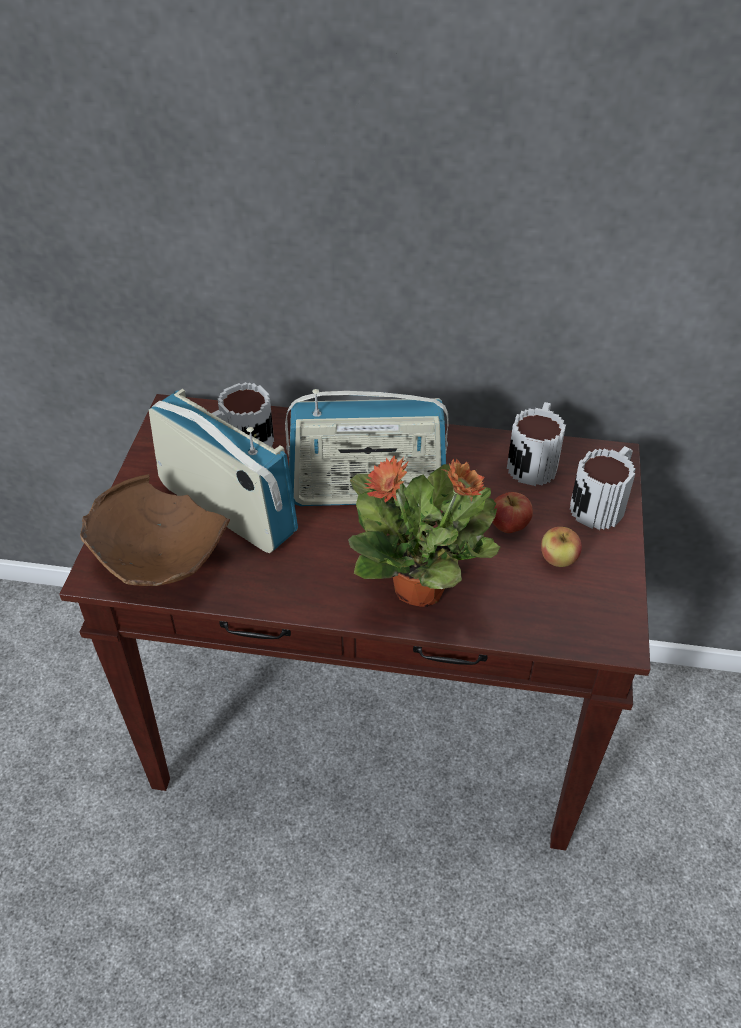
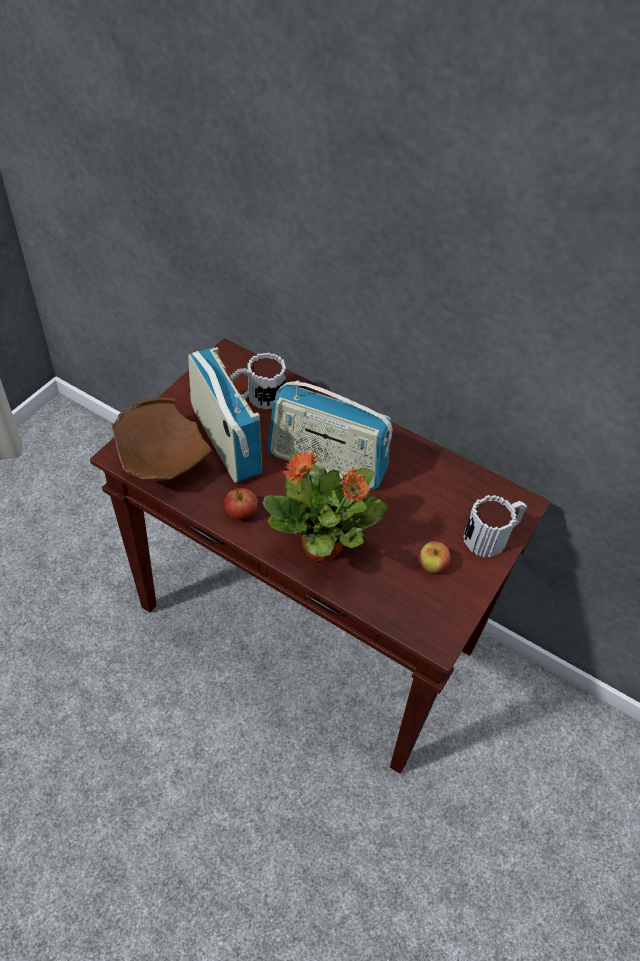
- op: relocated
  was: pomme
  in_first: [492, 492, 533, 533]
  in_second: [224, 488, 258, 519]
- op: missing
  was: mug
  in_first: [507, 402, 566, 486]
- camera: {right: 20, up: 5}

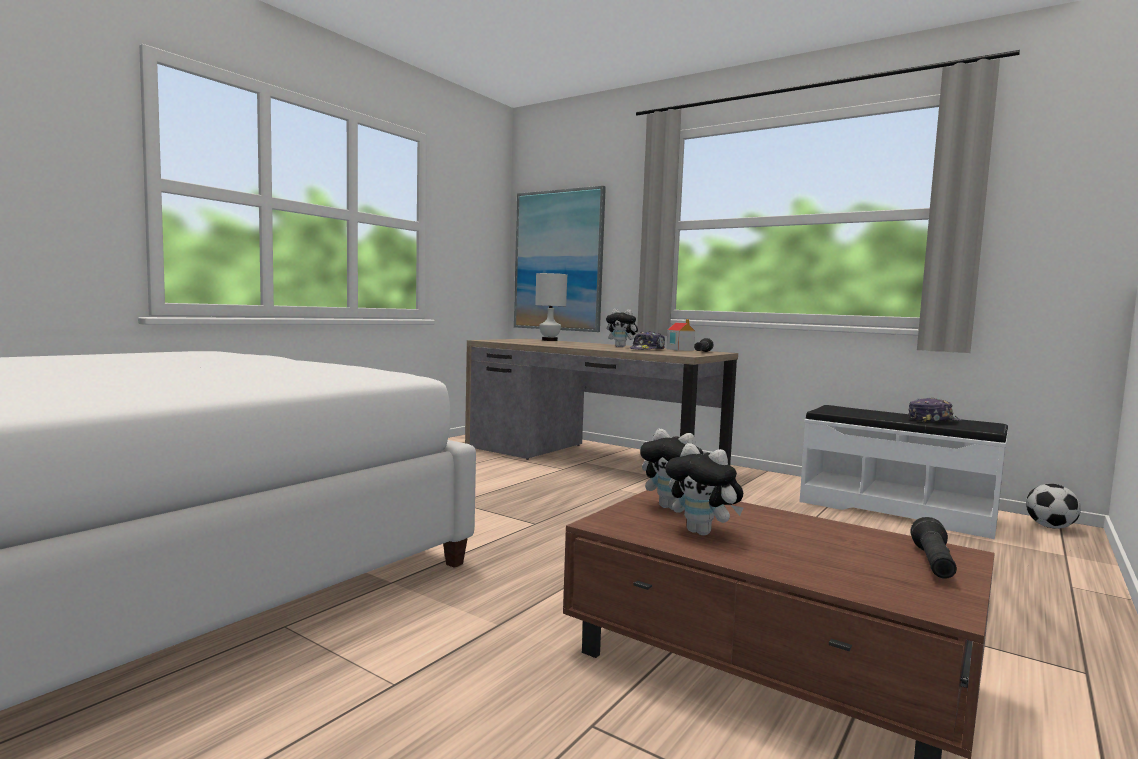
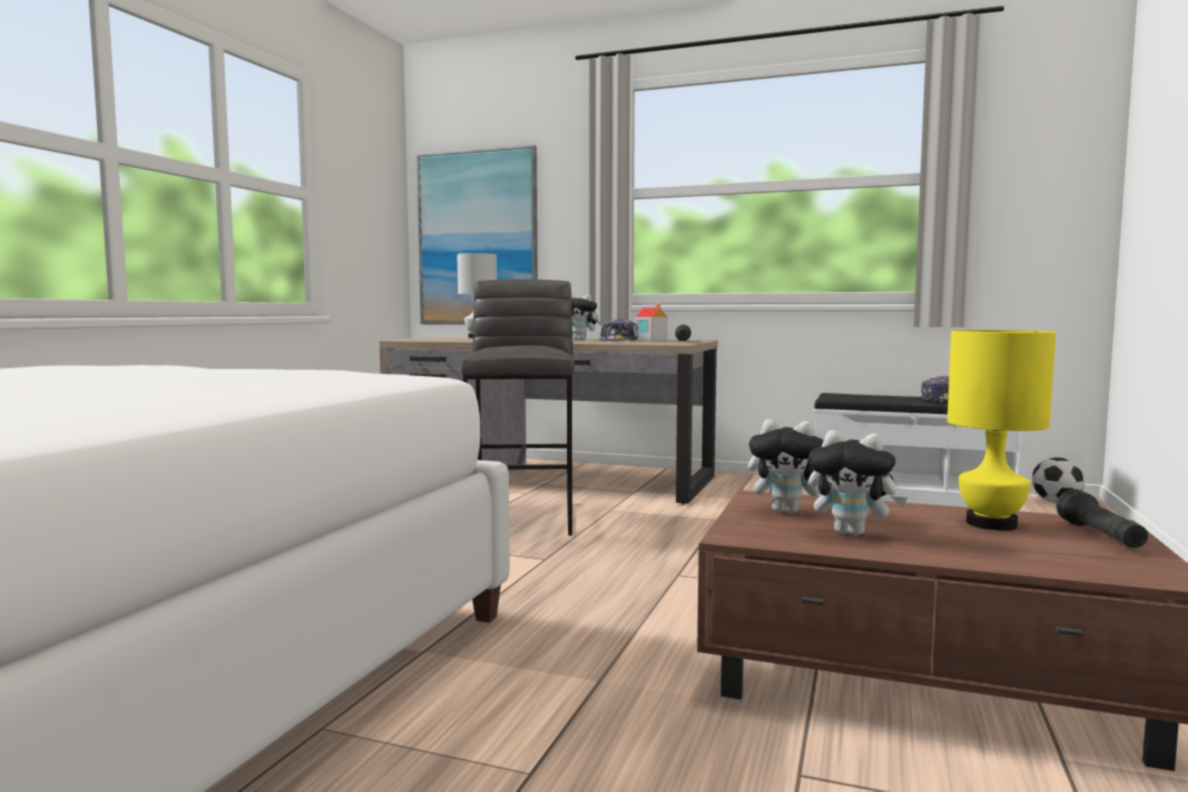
- op: appeared
  now: tabouret [gris]
  in_second: [461, 279, 574, 536]
- op: appeared
  now: lampe de table [jaune]
  in_second: [947, 330, 1056, 530]
- camera: {right: -15, up: 0}

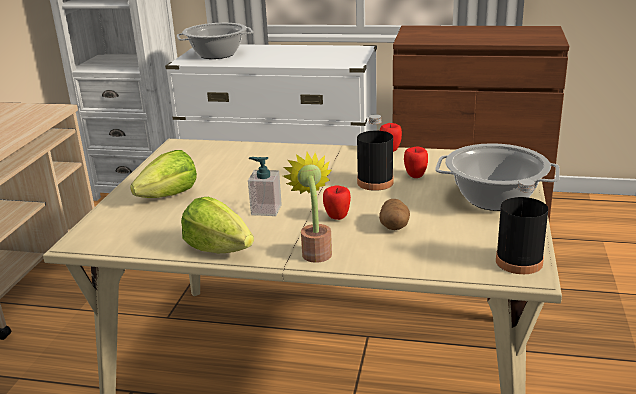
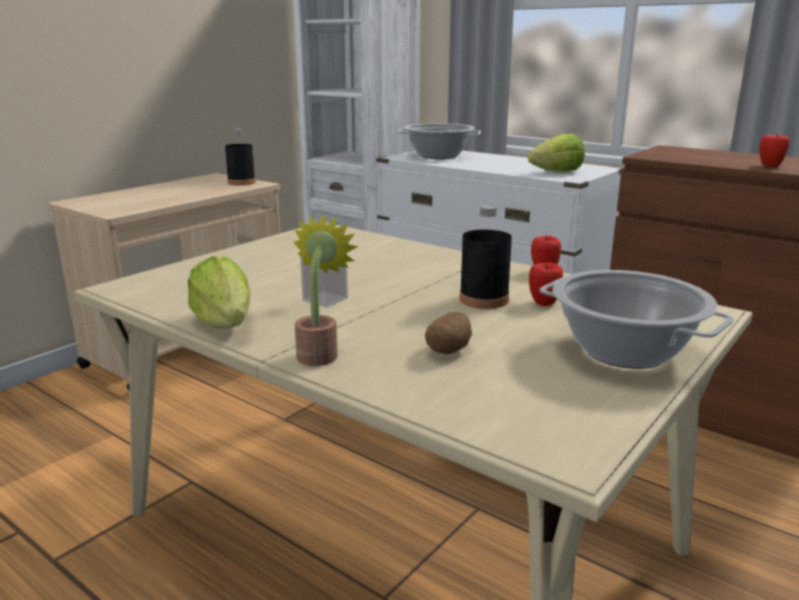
- op: relocated
  was: bouteille [noir]
  in_first: [496, 179, 548, 274]
  in_second: [225, 129, 256, 185]
- op: relocated
  was: laitue
  in_first: [130, 150, 197, 198]
  in_second: [528, 133, 585, 172]
- op: relocated
  was: pomme
  in_first: [323, 186, 351, 220]
  in_second: [759, 134, 790, 167]
- camera: {right: 25, up: -5}

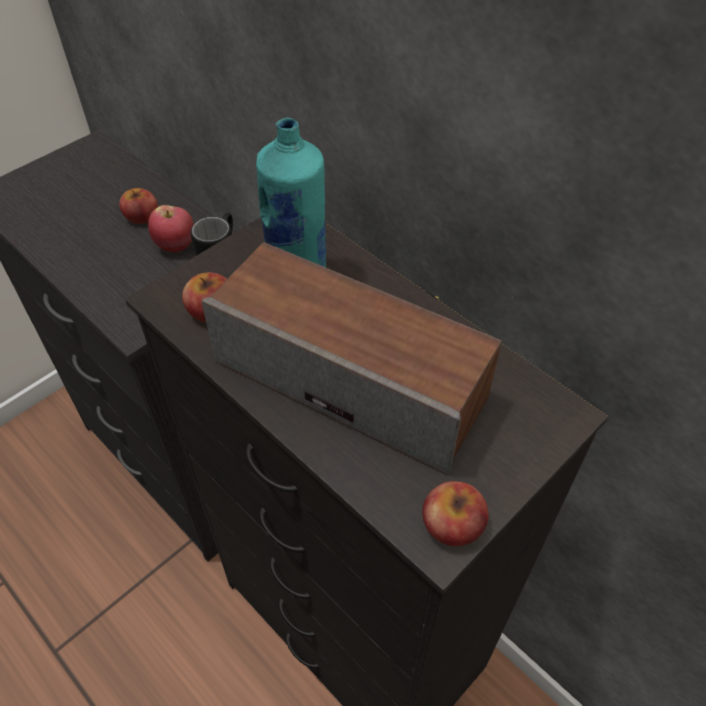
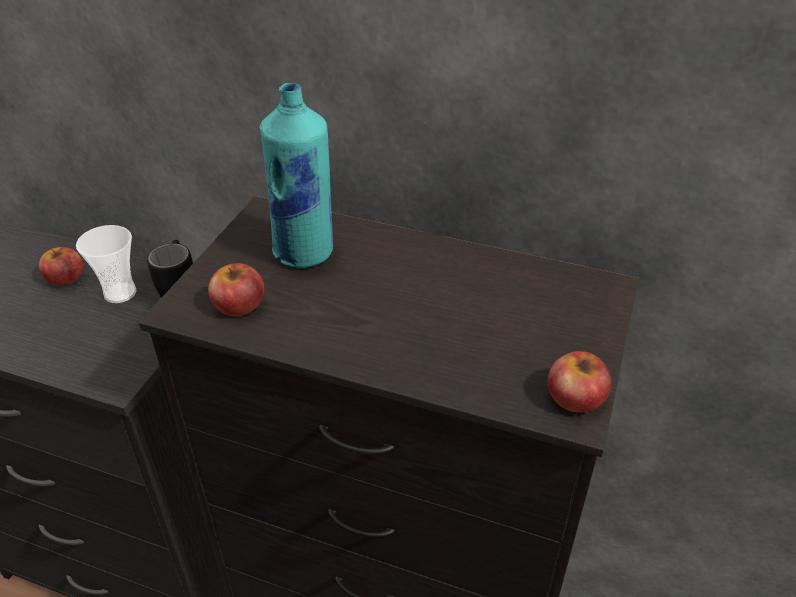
- op: exchanged
  was: pomme
  now: tasse
  in_first: [148, 205, 194, 252]
  in_second: [76, 225, 137, 303]
- op: missing
  was: enceinte
  in_first: [202, 242, 502, 474]
- camera: {right: -25, up: -10}

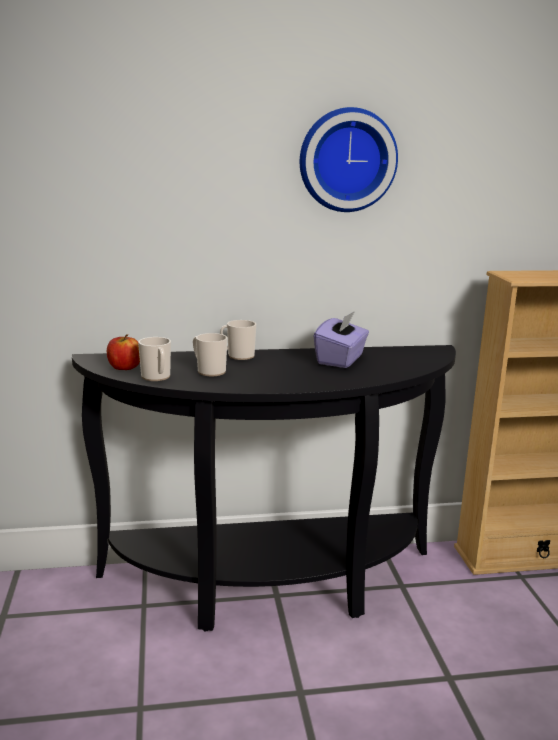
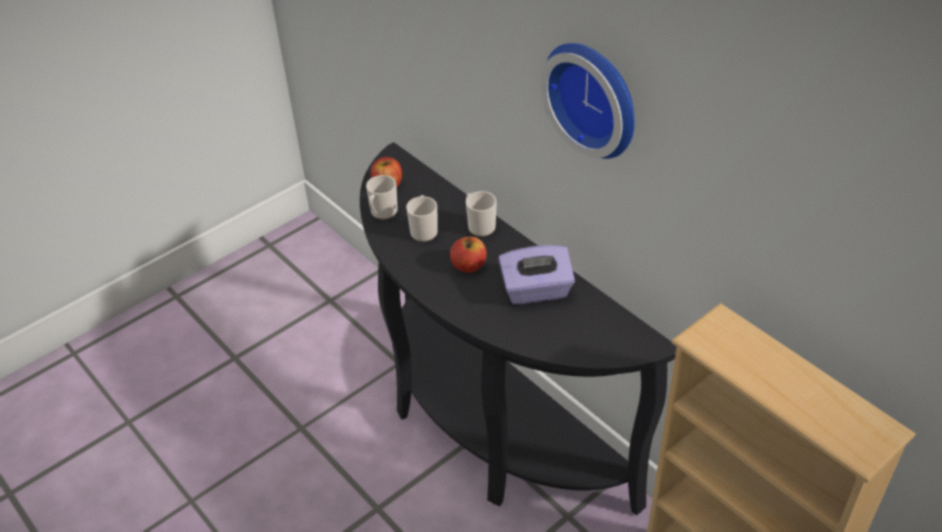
- op: appeared
  now: pomme
  in_second: [450, 237, 487, 273]
- camera: {right: 60, up: 25}

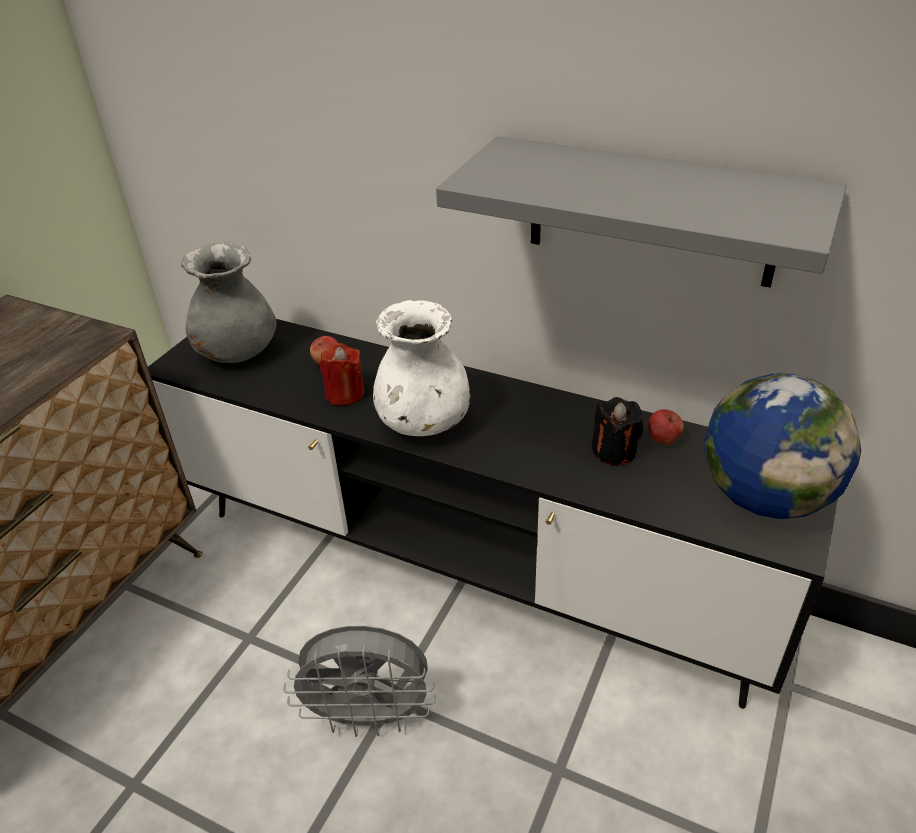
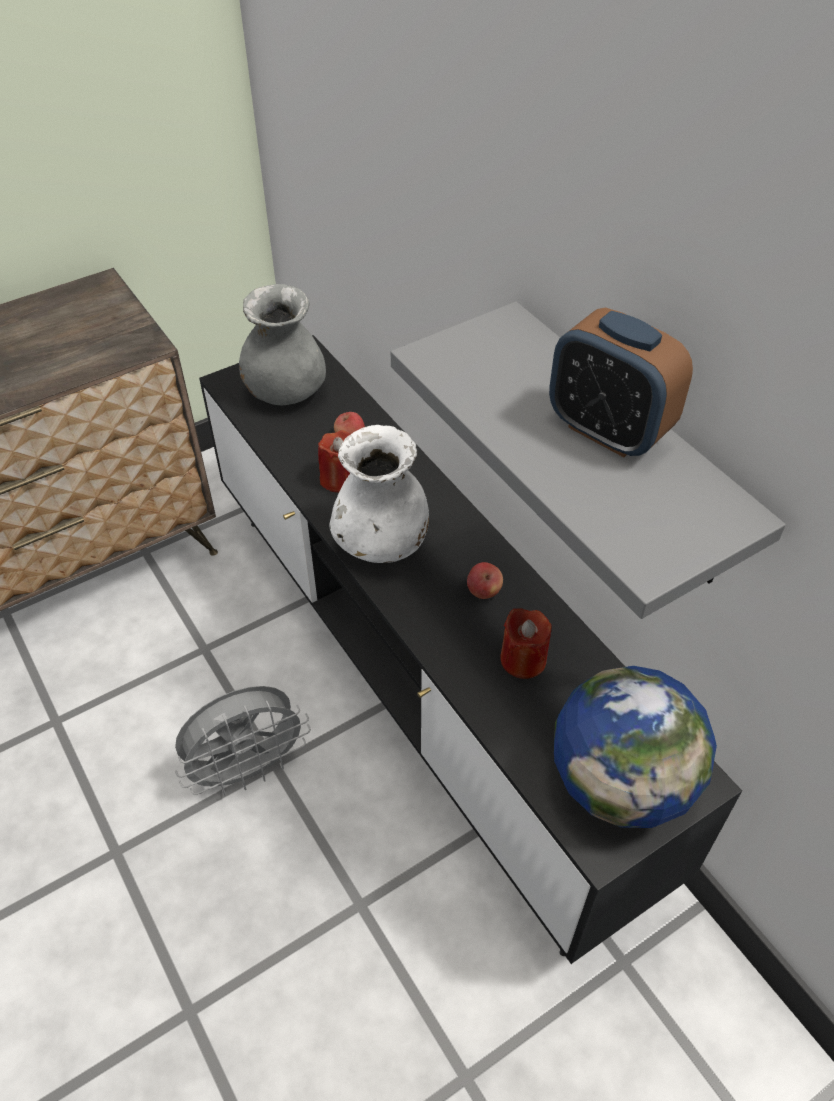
- op: spun
  was: ventilateur [gris]
  in_first: [283, 626, 436, 737]
  in_second: [175, 686, 311, 796]
  clockwise: -60
- op: relocated
  was: pomme
  in_first: [648, 409, 684, 445]
  in_second: [467, 562, 503, 599]
- op: colour
  was: bougie [noir]
  now: bougie [rouge]
  in_first: [592, 397, 643, 466]
  in_second: [500, 608, 552, 679]
- op: appeared
  now: réveil
  in_second: [549, 308, 693, 457]
- camera: {right: 30, up: 10}

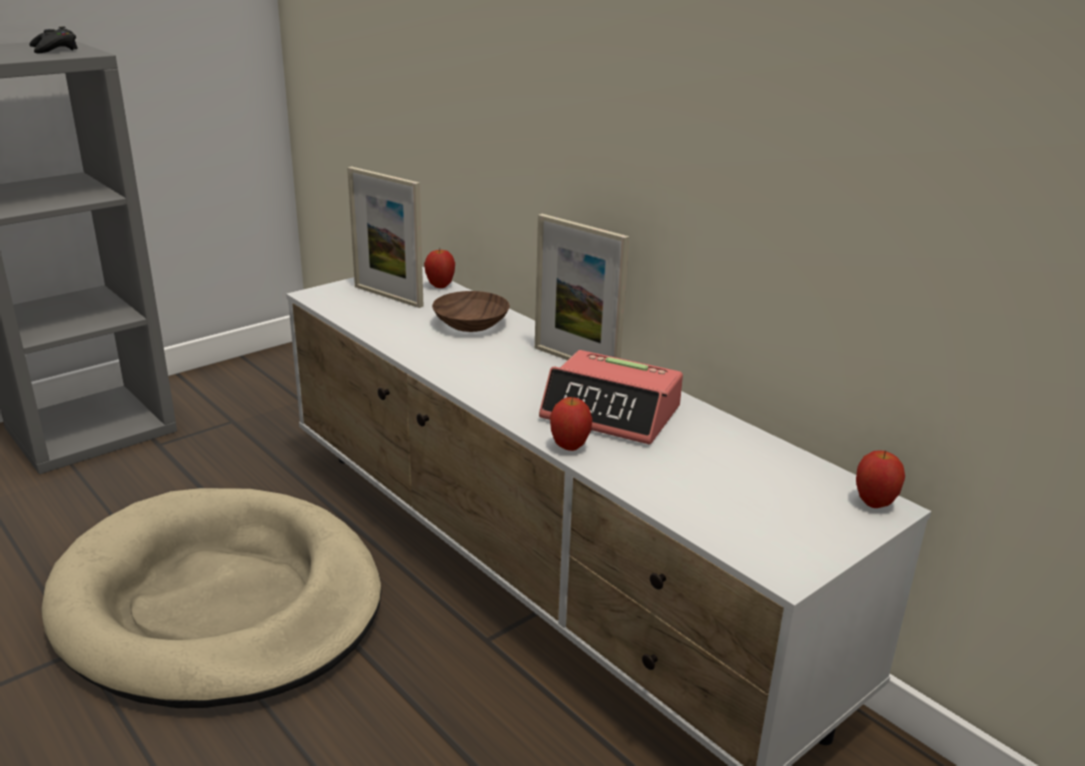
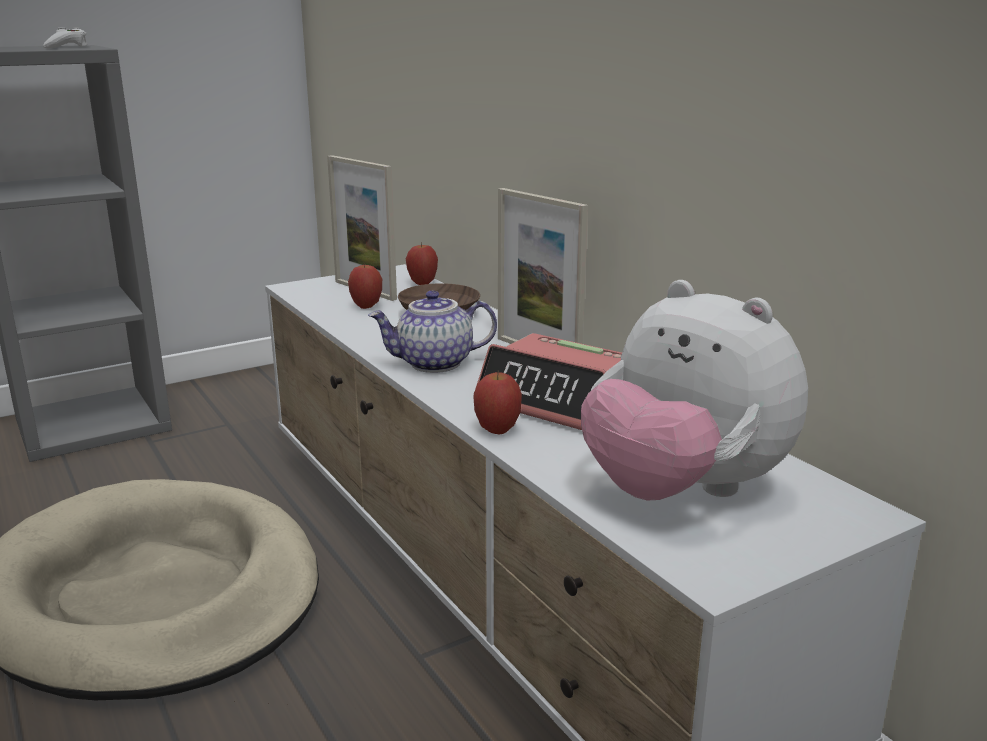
- op: colour
  was: manette [noir]
  now: manette [blanc]
  in_first: [29, 27, 78, 53]
  in_second: [43, 27, 87, 48]
- op: relocated
  was: pomme
  in_first: [856, 450, 905, 508]
  in_second: [348, 263, 382, 309]
- op: appeared
  now: théière
  in_second: [368, 290, 497, 373]
- op: appeared
  now: peluche
  in_second: [581, 280, 808, 501]
- camera: {right: 10, up: -5}

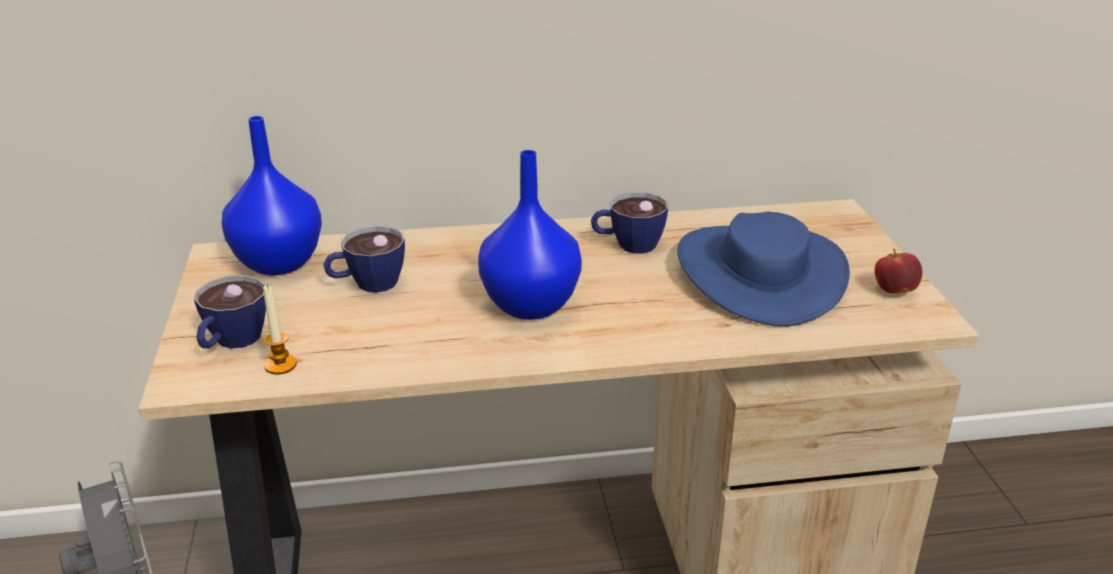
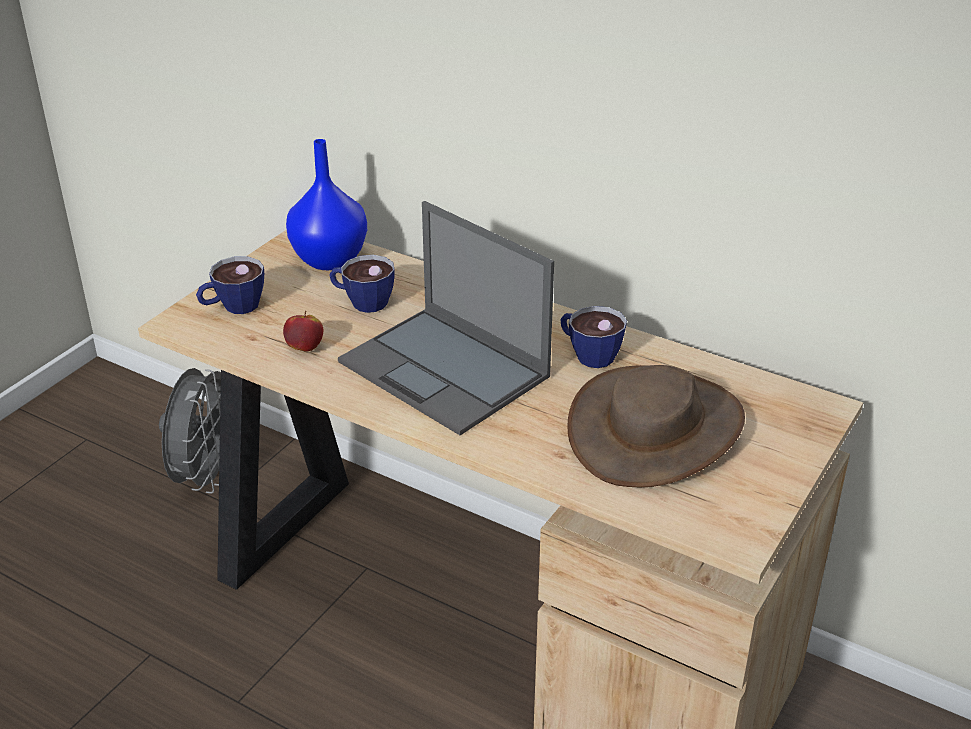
- op: relocated
  was: pomme
  in_first: [874, 249, 922, 294]
  in_second: [283, 311, 323, 352]
- op: exchanged
  was: vase [bleu]
  now: ordinateur portable
  in_first: [478, 150, 582, 320]
  in_second: [338, 201, 554, 435]
- op: colour
  was: chapeau [bleu]
  now: chapeau [marron]
  in_first: [677, 212, 850, 327]
  in_second: [568, 365, 745, 487]
- op: missing
  was: bougie
  in_first: [263, 285, 297, 375]
- camera: {right: 40, up: 5}

